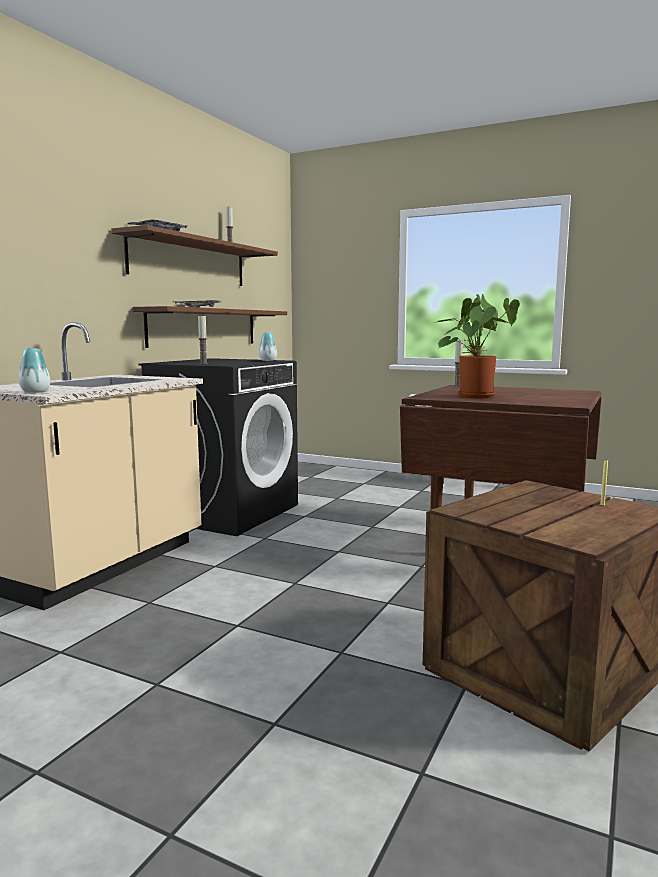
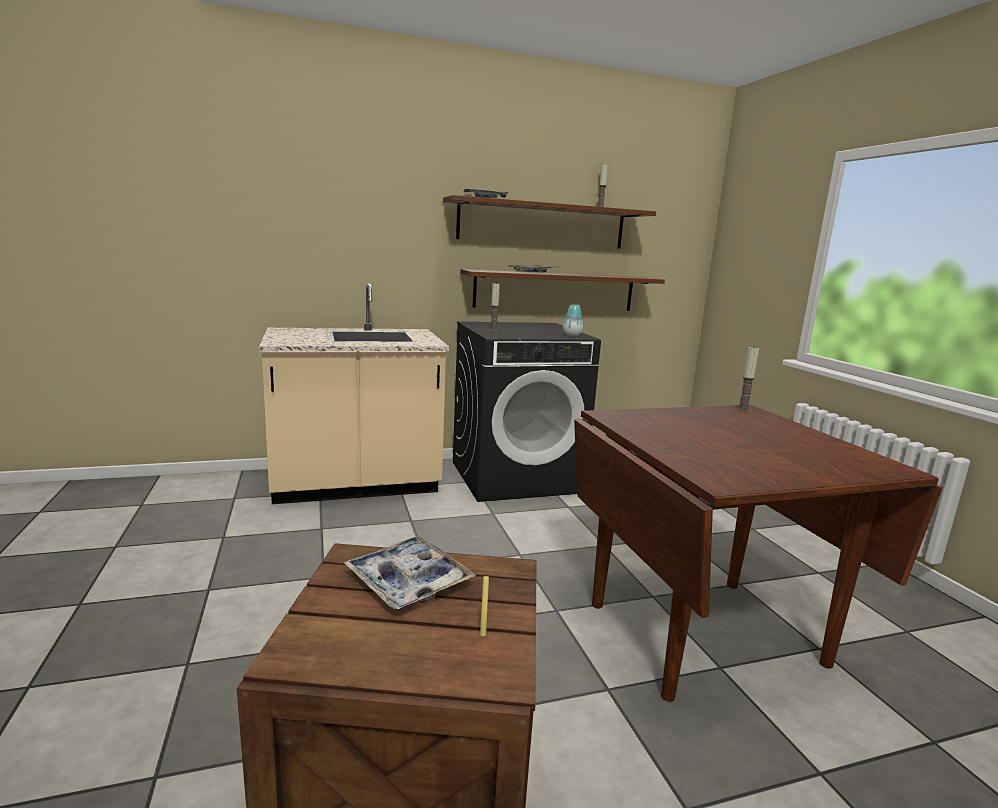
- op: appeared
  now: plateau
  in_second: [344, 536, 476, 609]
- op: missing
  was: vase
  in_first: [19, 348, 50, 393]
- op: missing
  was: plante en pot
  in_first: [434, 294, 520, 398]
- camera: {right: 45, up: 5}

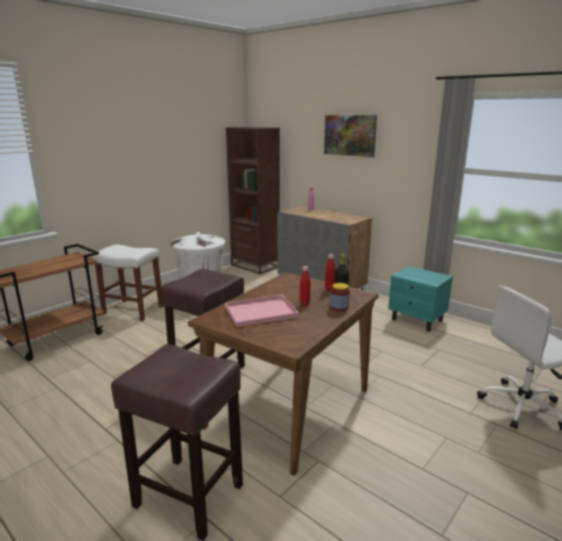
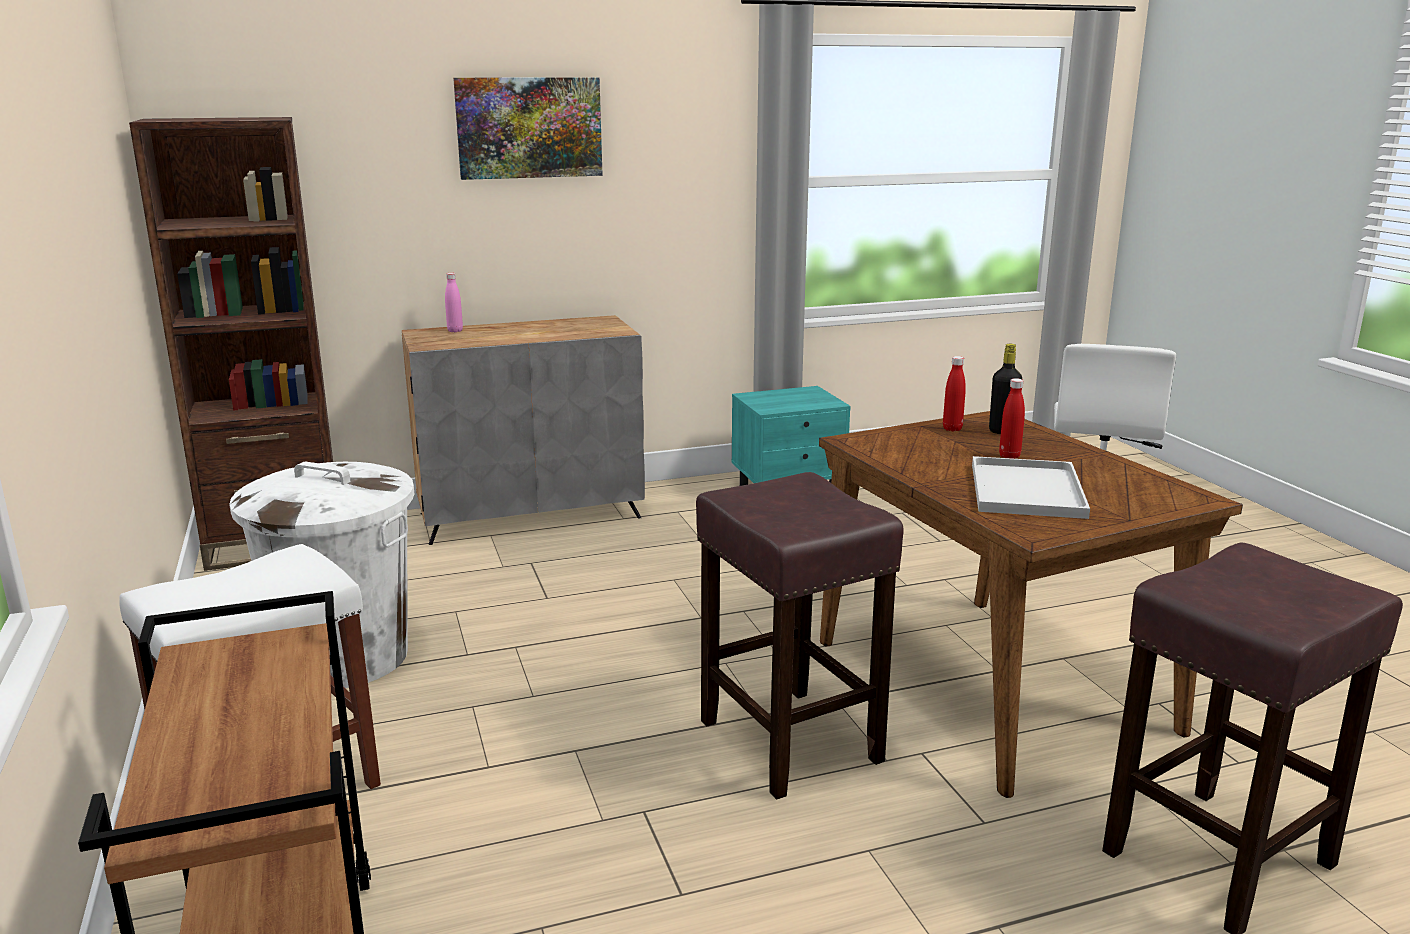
- op: colour
  was: plateau [rose]
  now: plateau [blanc]
  in_first: [225, 295, 299, 327]
  in_second: [972, 456, 1090, 519]
- op: missing
  was: bocal
  in_first: [330, 283, 350, 311]
- camera: {right: -60, up: 0}

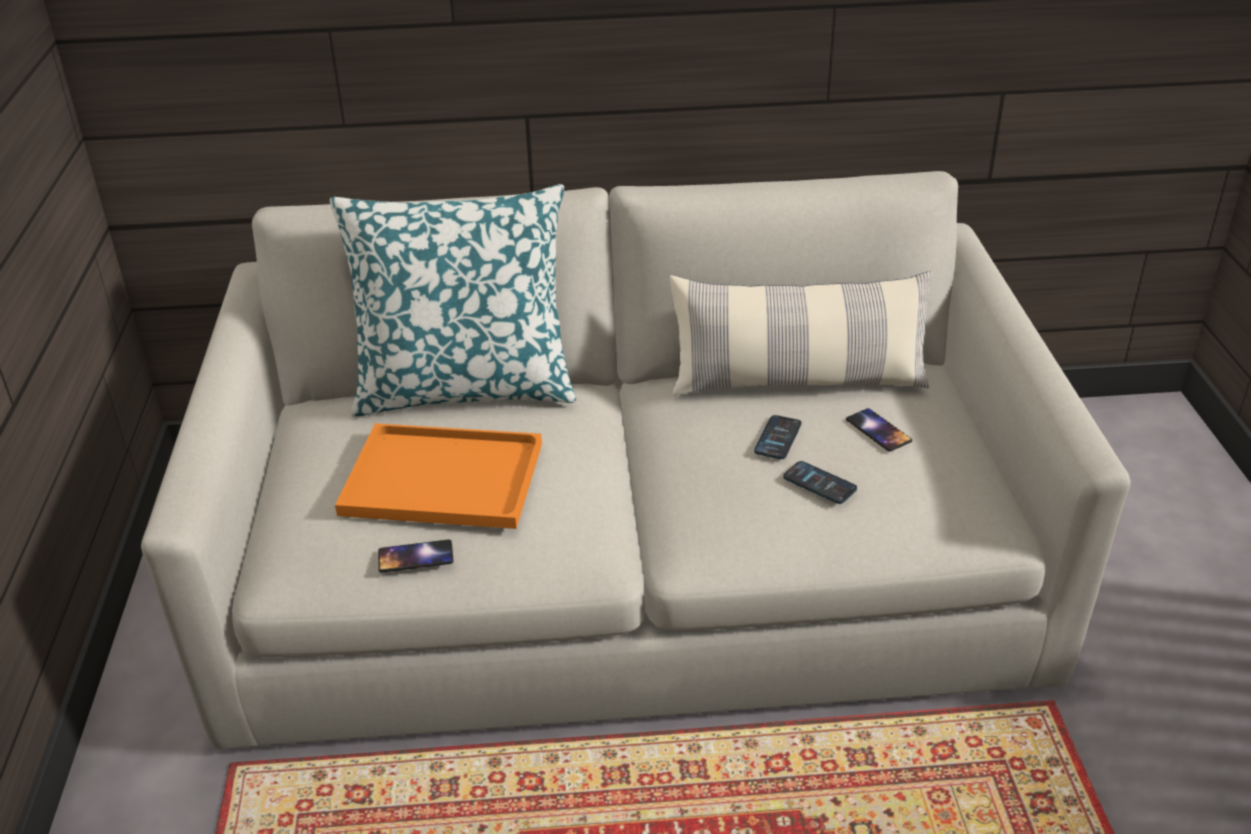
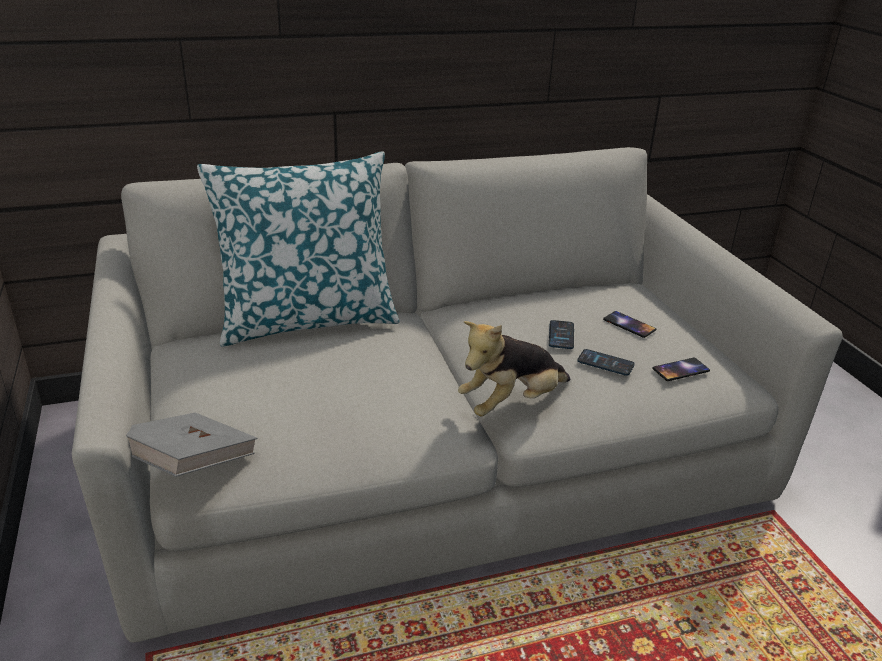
- op: appeared
  now: livre [gris]
  in_second: [126, 413, 257, 477]
- op: appeared
  now: peluche
  in_second: [458, 321, 570, 416]
- op: relocated
  was: téléphone
  in_first: [378, 539, 453, 573]
  in_second: [652, 358, 710, 381]
- op: missing
  was: plateau [orange]
  in_first: [335, 423, 542, 529]
- op: missing
  was: coussin
  in_first: [670, 271, 932, 396]
- camera: {right: -15, up: -5}

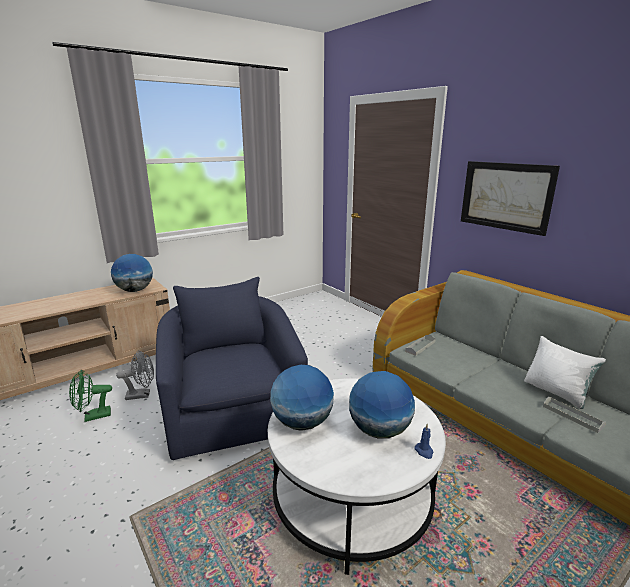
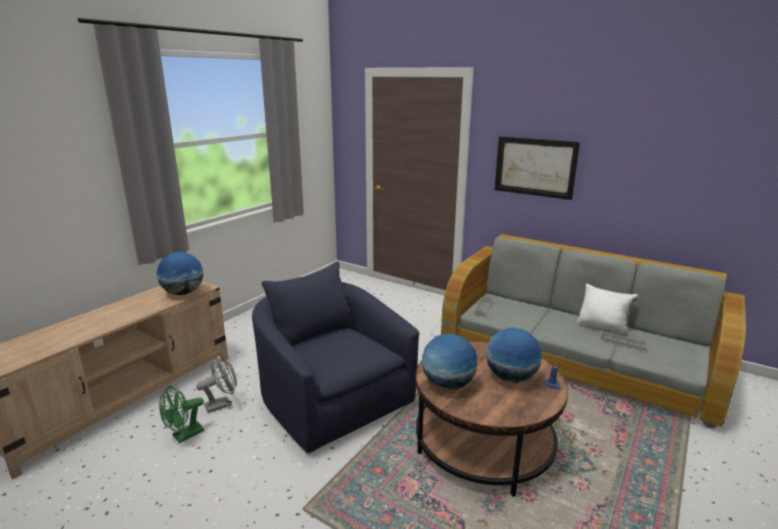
- op: colour
  was: table basse [blanc]
  now: table basse [marron]
  in_first: [268, 378, 446, 575]
  in_second: [416, 341, 568, 497]
- camera: {right: -20, up: 0}

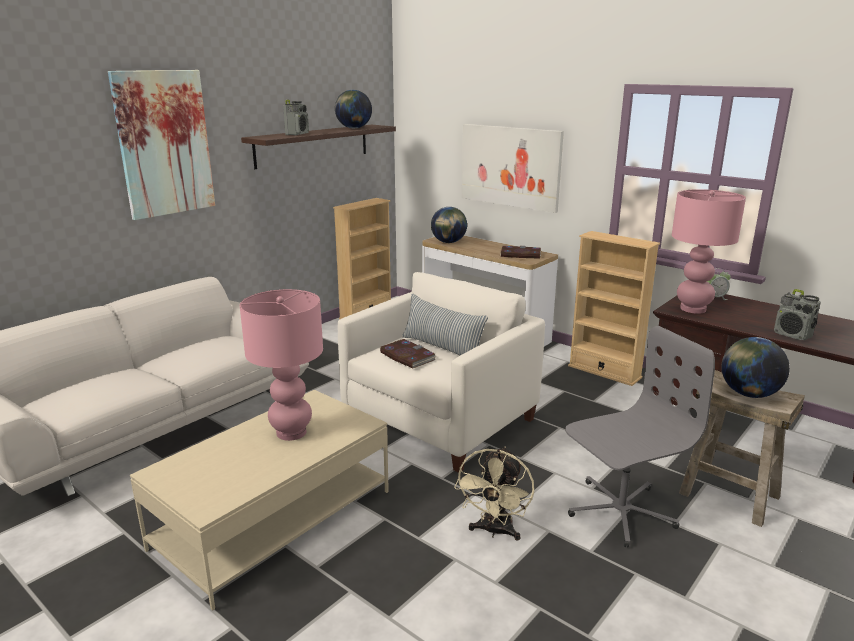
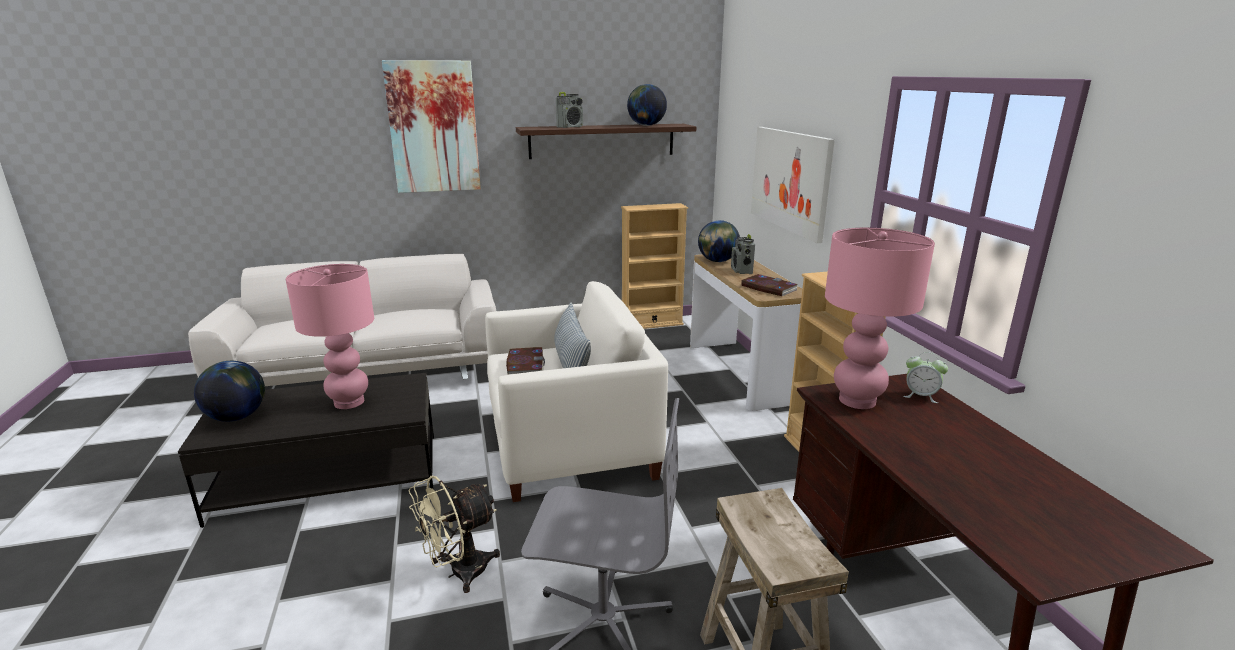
- op: colour
  was: table basse [beige]
  now: table basse [noir]
  in_first: [130, 390, 389, 610]
  in_second: [178, 373, 434, 528]
- op: relocated
  was: globe
  in_first: [721, 337, 790, 398]
  in_second: [194, 361, 265, 422]
- op: relocated
  was: radio
  in_first: [774, 289, 821, 341]
  in_second: [731, 234, 755, 274]
- camera: {right: 35, up: 0}

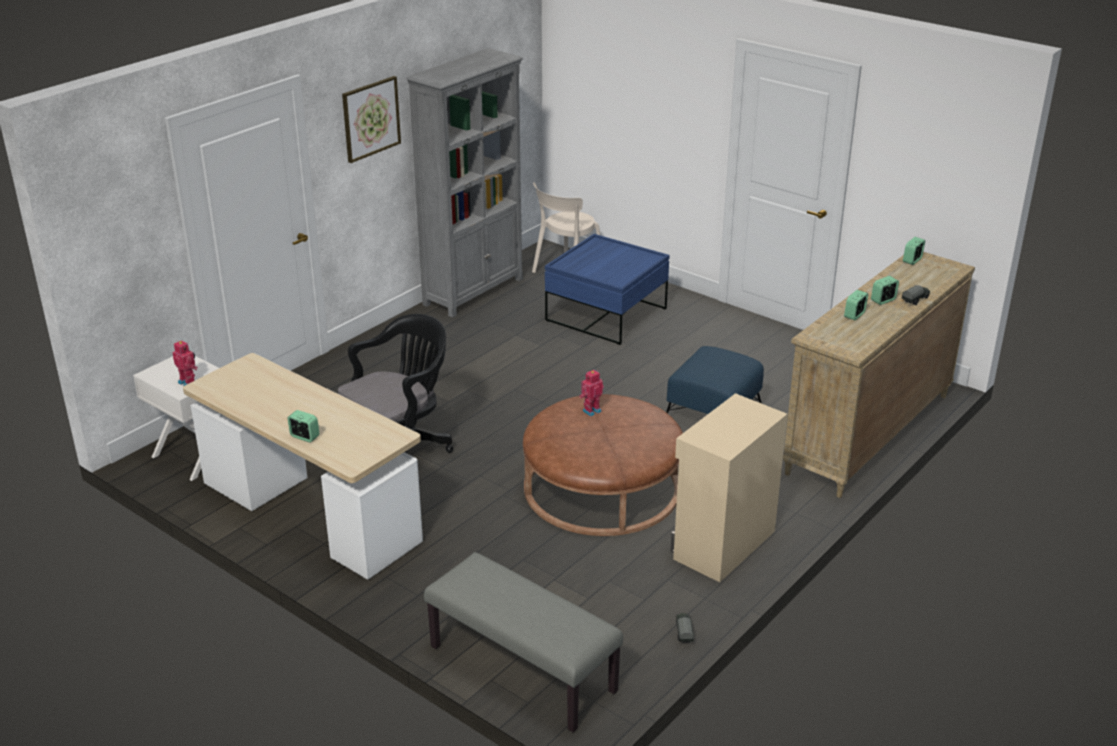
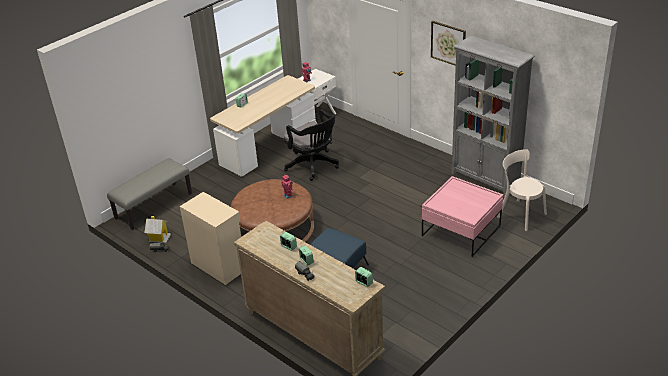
- op: appeared
  now: maison miniature
  in_second: [145, 216, 171, 243]
- op: colour
  was: table basse [bleu]
  now: table basse [rose]
  in_first: [545, 234, 670, 345]
  in_second: [422, 176, 503, 257]
- camera: {right: 95, up: 5}

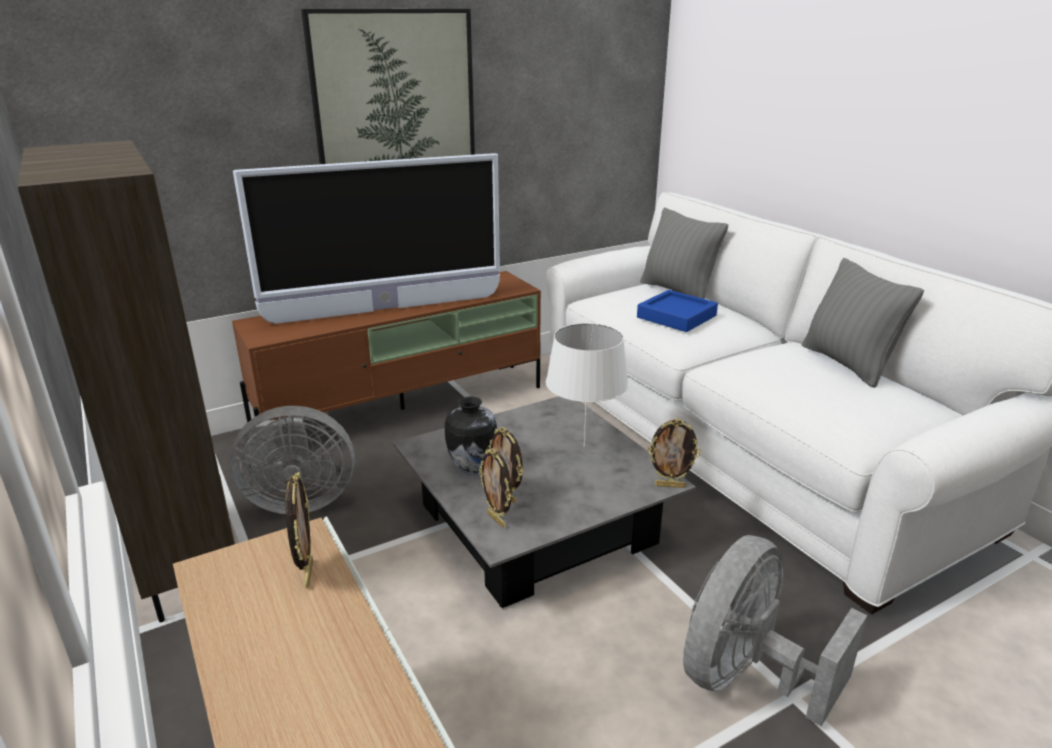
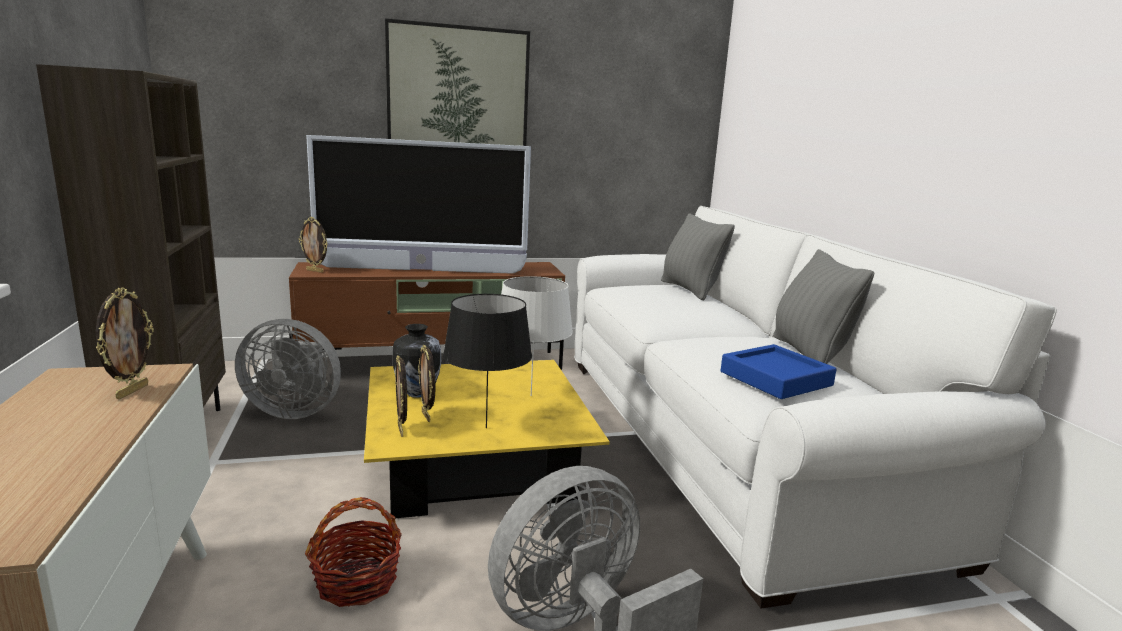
- op: relocated
  was: cadre photo
  in_first: [647, 418, 701, 488]
  in_second: [299, 217, 328, 273]
- op: appeared
  now: panier
  in_second: [305, 497, 402, 607]
- op: colour
  was: table basse [gris]
  now: table basse [jaune]
  in_first: [393, 396, 696, 608]
  in_second: [364, 360, 610, 518]
- op: appeared
  now: lampe de table [noir]
  in_second: [443, 294, 532, 428]
- op: relocated
  was: plateau [bleu]
  in_first: [637, 290, 718, 332]
  in_second: [721, 344, 837, 399]
- camera: {right: 15, up: -10}

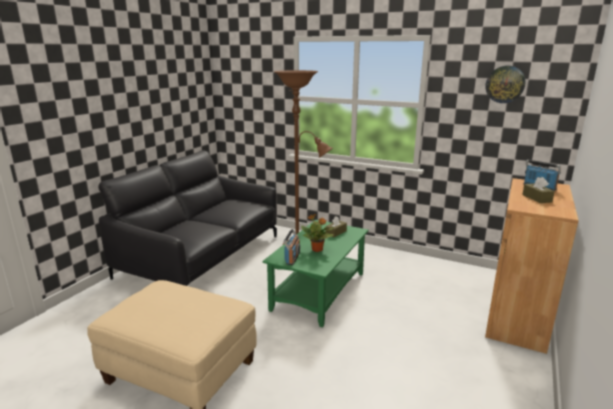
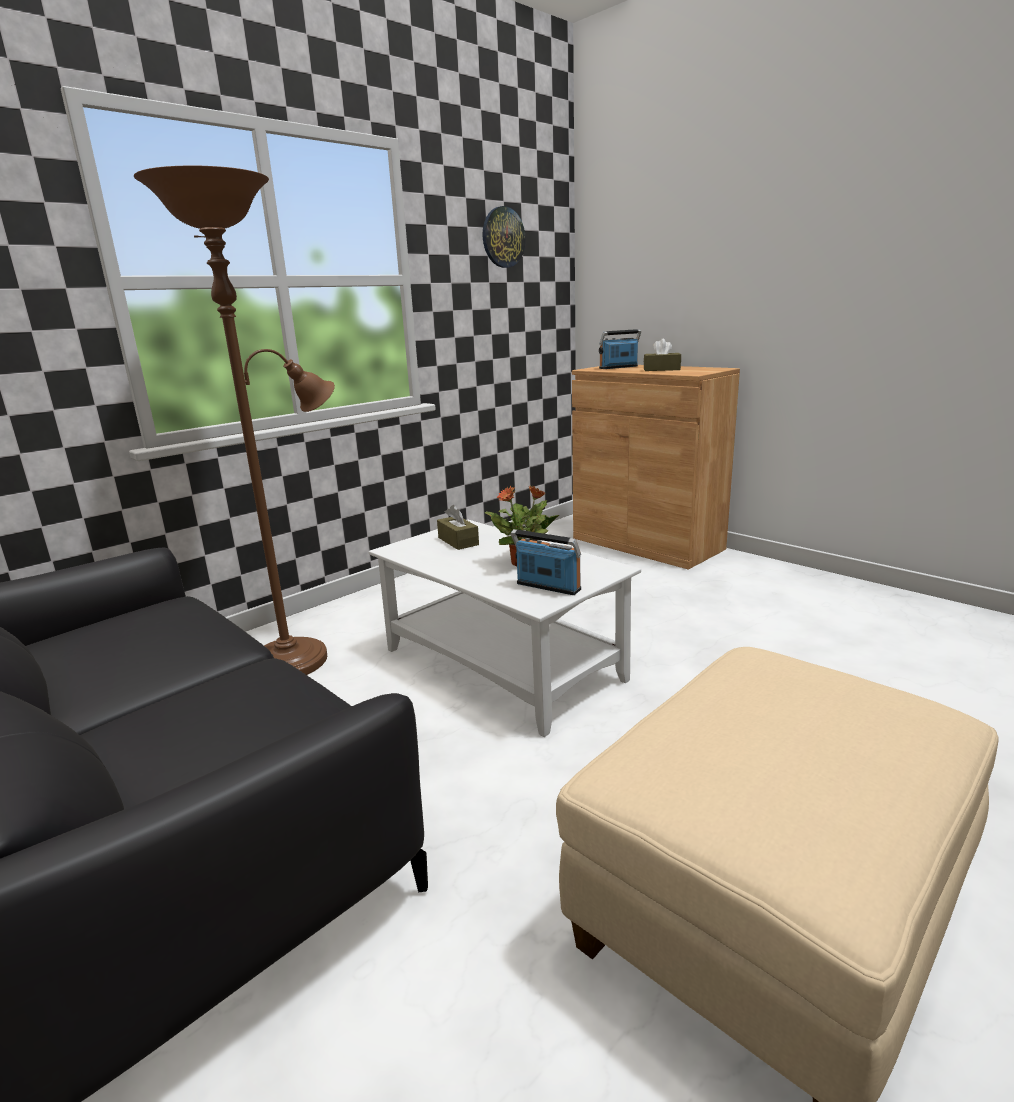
- op: colour
  was: table basse [vert]
  now: table basse [blanc]
  in_first: [262, 220, 369, 328]
  in_second: [369, 520, 641, 737]
- camera: {right: -70, up: 0}

